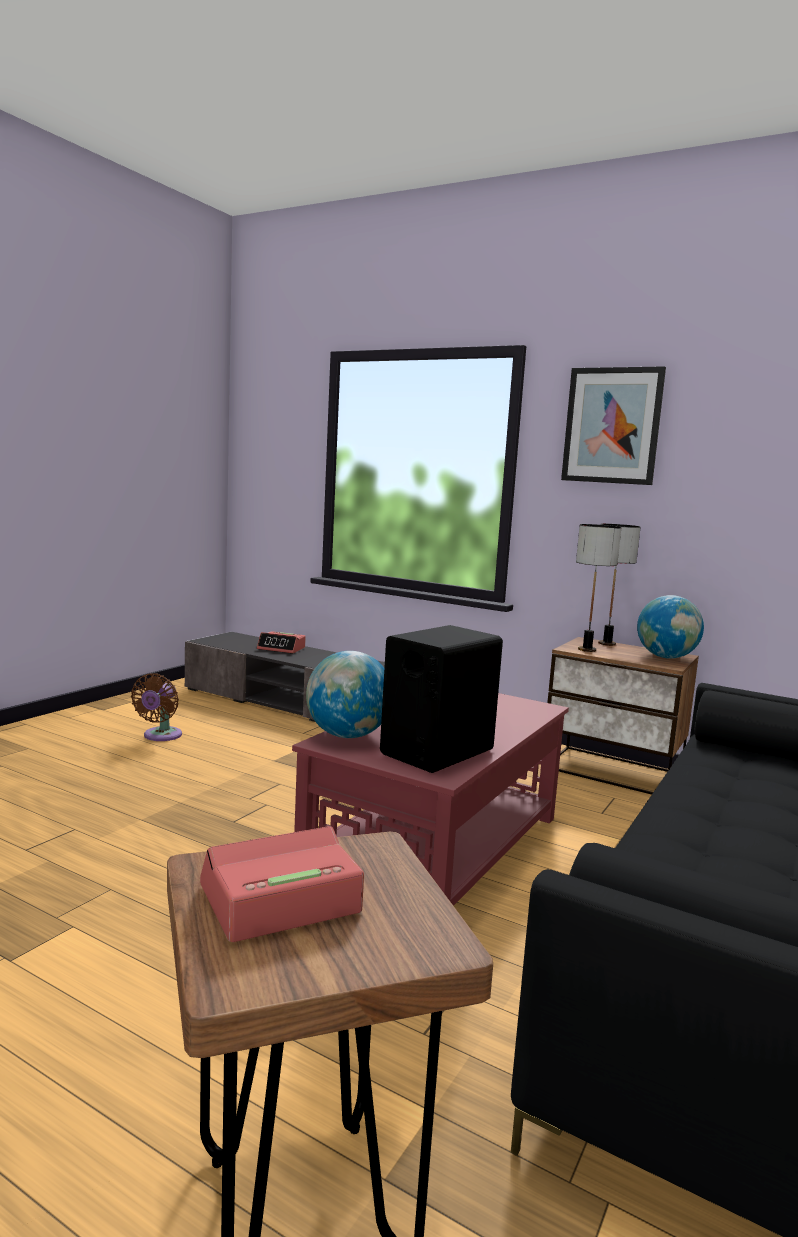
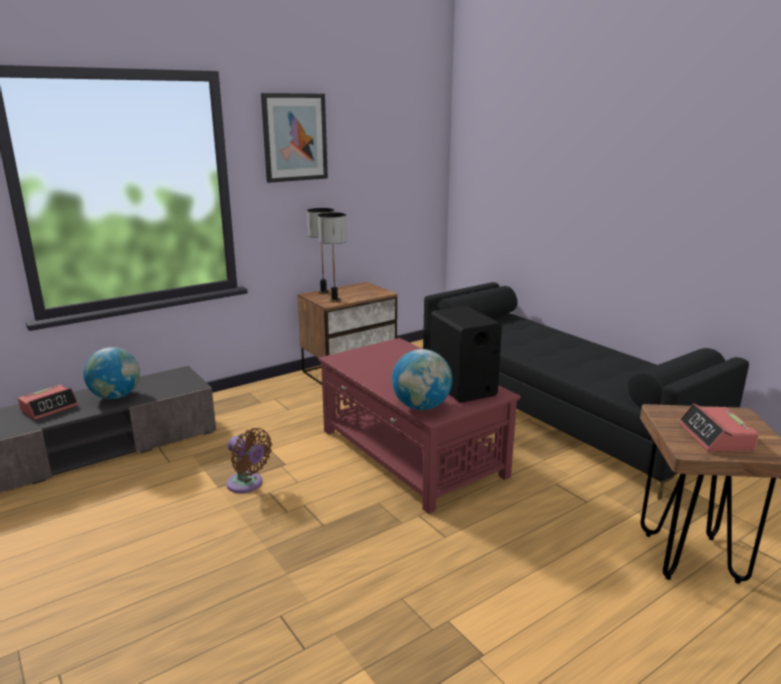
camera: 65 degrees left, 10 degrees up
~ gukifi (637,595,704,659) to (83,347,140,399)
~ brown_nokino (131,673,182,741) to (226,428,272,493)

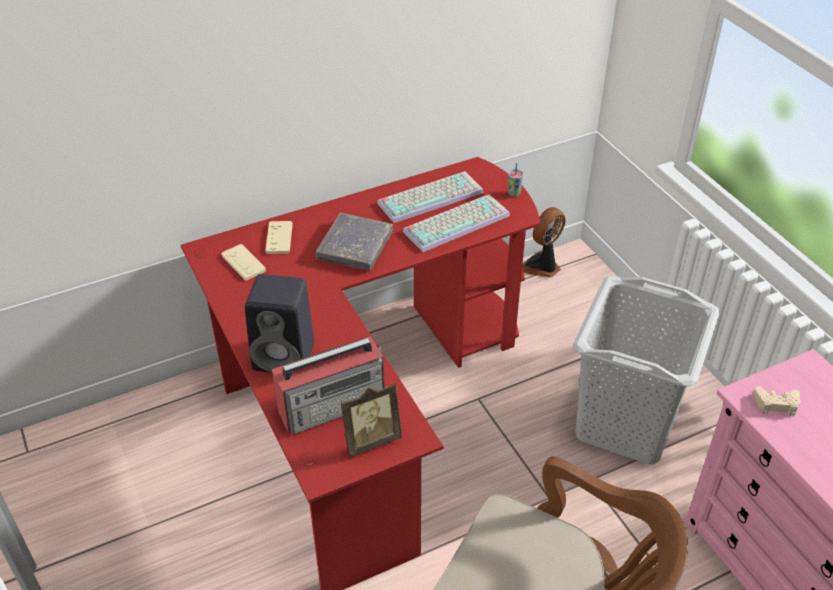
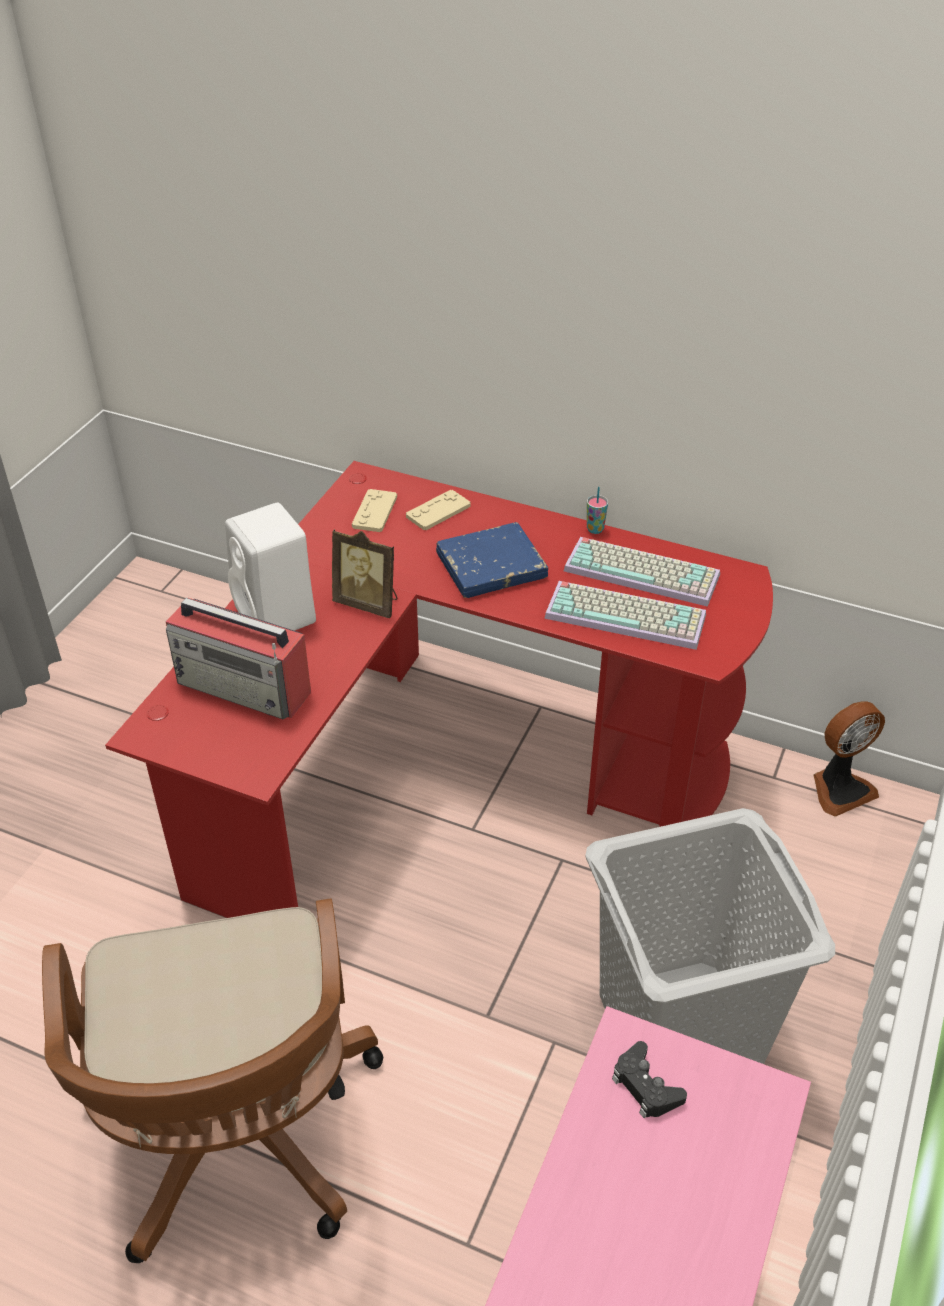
camera: 50 degrees right, 0 degrees up
~ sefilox (508,163,523,197) to (587,487,608,534)
~ nokino (522,207,566,277) = (814,701,885,817) 150 degrees clockwise
~ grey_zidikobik (316,213,393,271) to blue_zidikobik (436,522,548,598)
~ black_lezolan (245,274,314,373) to white_lezolan (225,503,316,631)
~ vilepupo (341,383,402,457) to (332,529,397,618)
~ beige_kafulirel (753,386,800,416) to black_kafulirel (612,1041,687,1118)

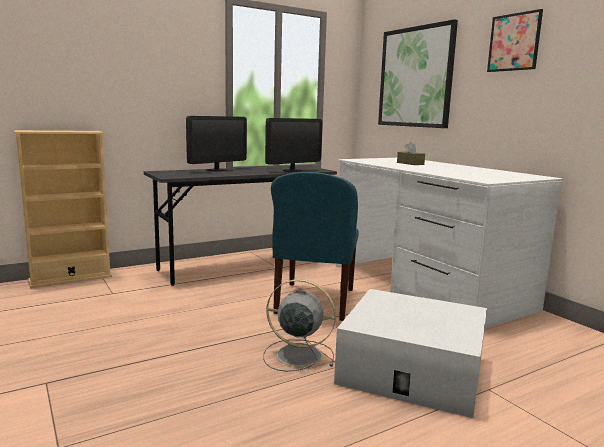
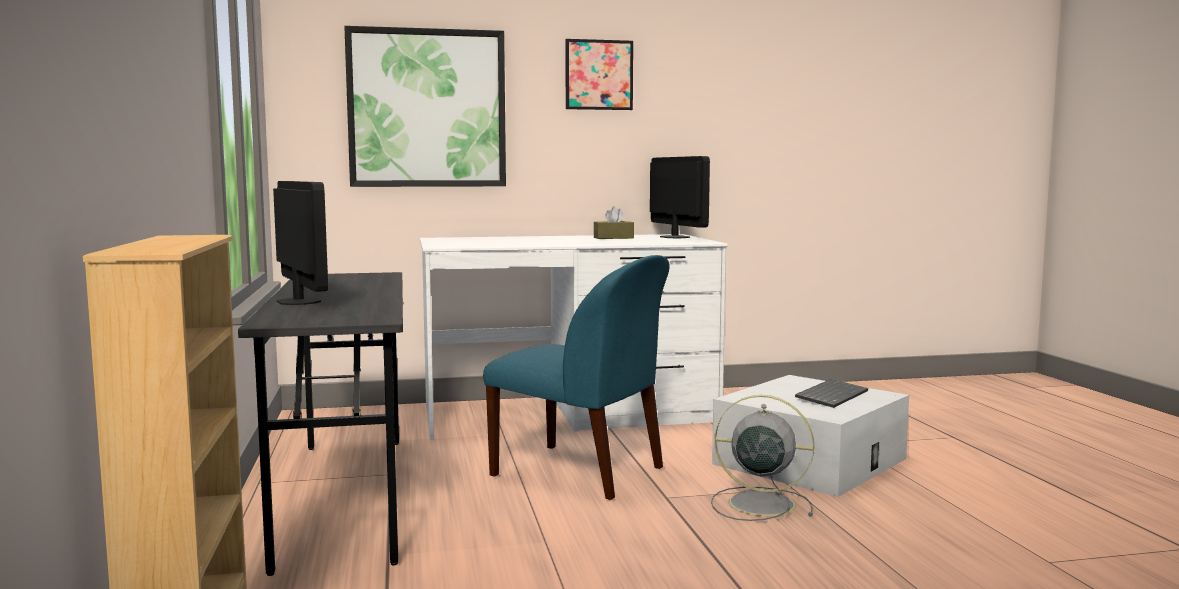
camera: 70 degrees left, 5 degrees down
~ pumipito (265,118,323,172) to (650,156,710,238)
~ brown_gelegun (397,142,425,165) to (594,206,634,239)
~ grey_nokino (263,279,336,372) = (711,395,814,521) 75 degrees clockwise
+ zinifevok (795,379,868,408)

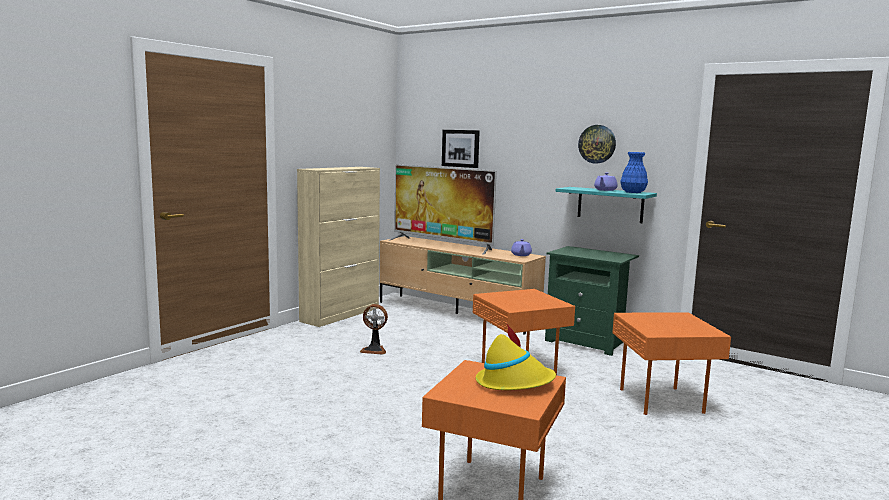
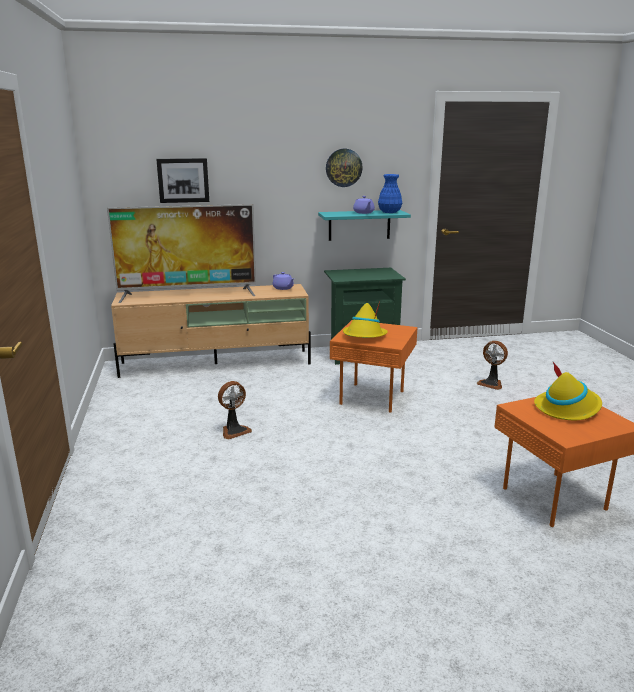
camera: 45 degrees left, 10 degrees up
- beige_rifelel (297,167,380,327)
~ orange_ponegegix (612,312,731,415) to nokino (477,341,508,390)
+ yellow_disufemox (343,301,388,338)

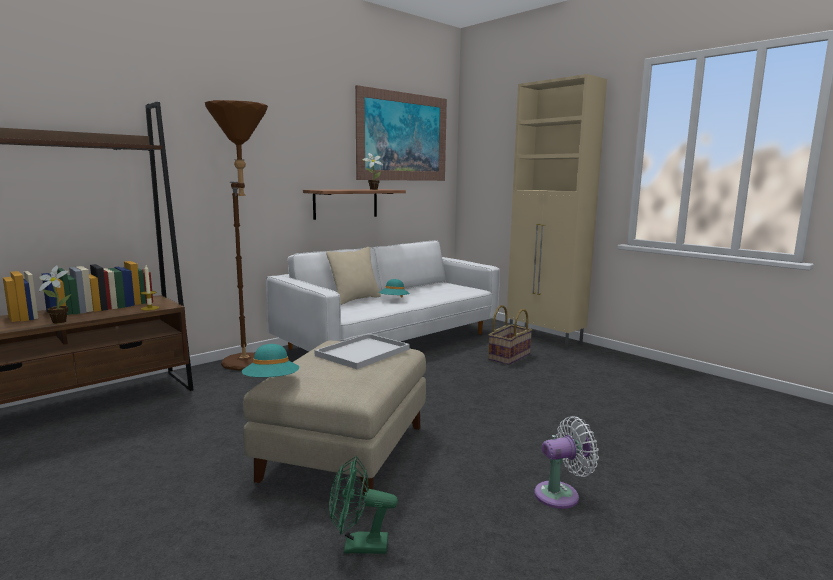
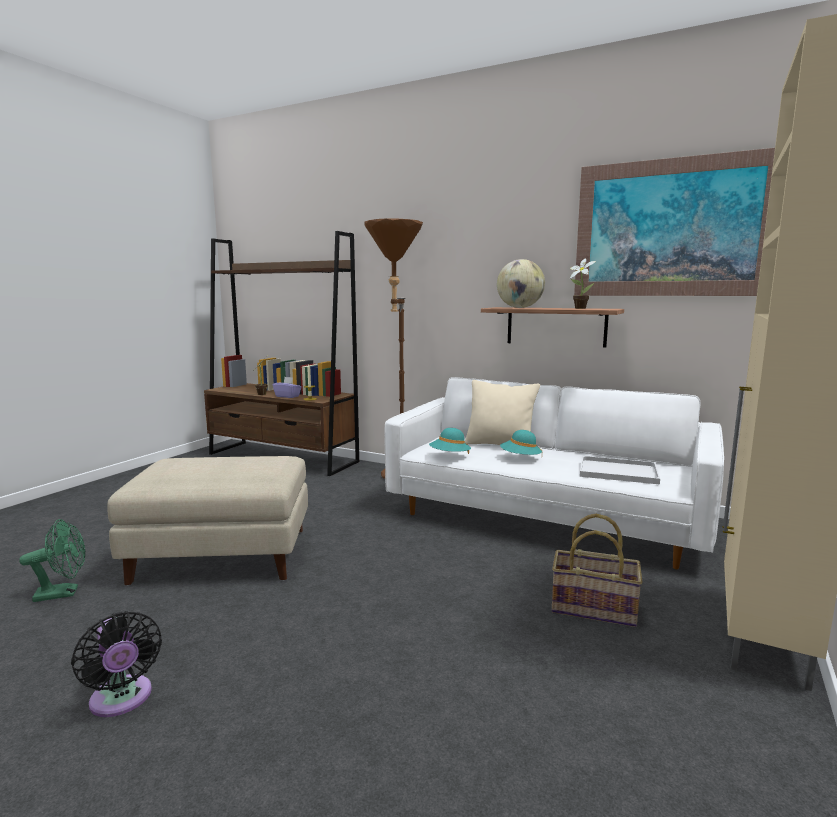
camera: 70 degrees right, 0 degrees up
~ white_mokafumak (315,333,410,369) to (580,456,660,484)
~ turquoise_disufemox (242,344,299,377) to (429,428,471,454)
~ white_nokino (534,416,599,509) to black_nokino (71,611,162,717)
~ green_nokino (329,456,398,554) = (19,519,85,602) 90 degrees clockwise
+ gukifi (497,259,545,308)
+ purple_gelegun (273,377,302,398)

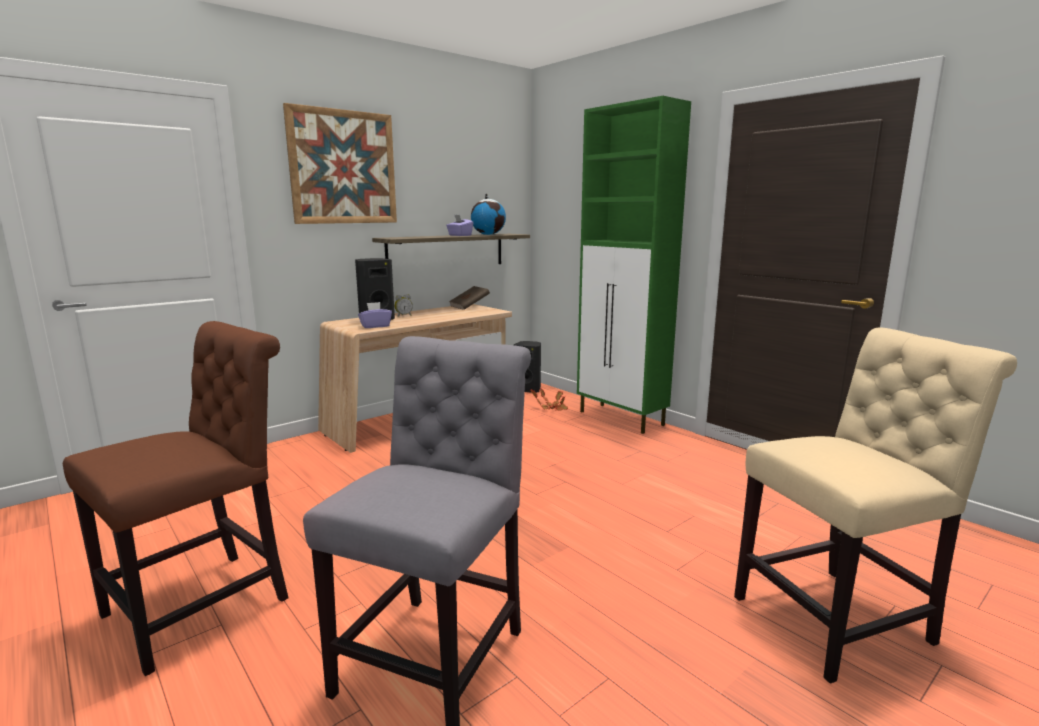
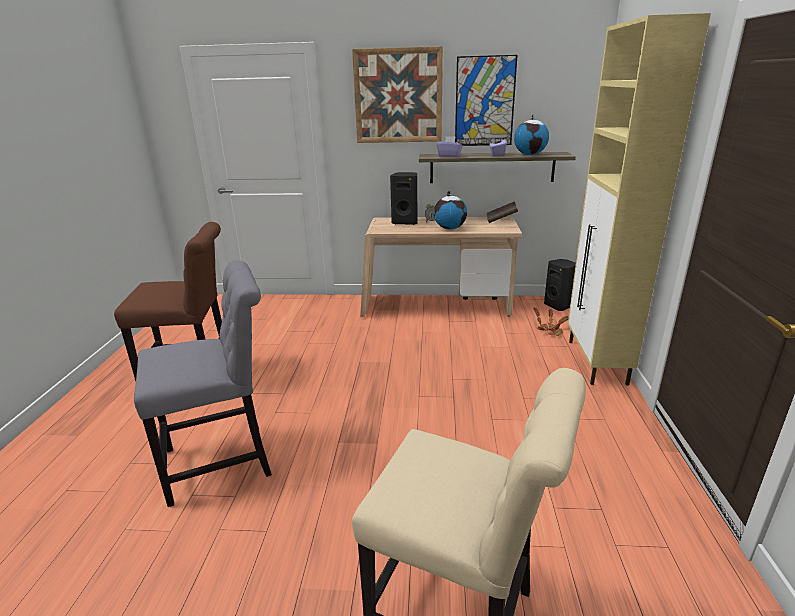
camera: 45 degrees right, 10 degrees up
~ green_rifelel (577,96,691,434) to beige_rifelel (568,13,711,385)
~ purple_gelegun (358,302,392,328) to (436,136,463,157)
+ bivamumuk (455,55,518,146)
+ gukifi (434,191,467,229)

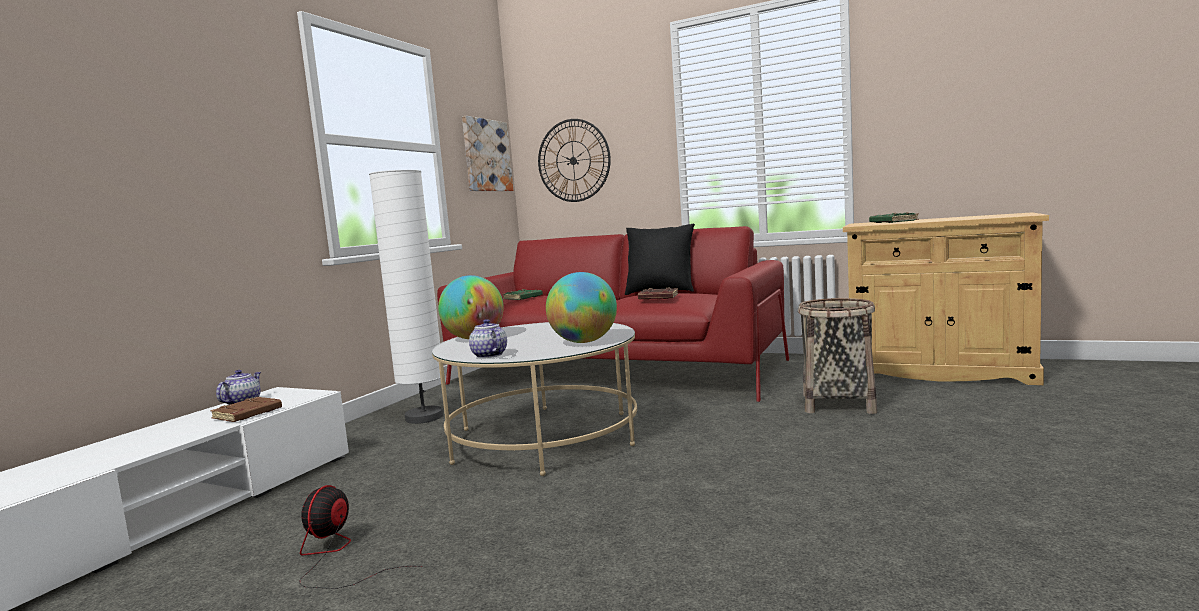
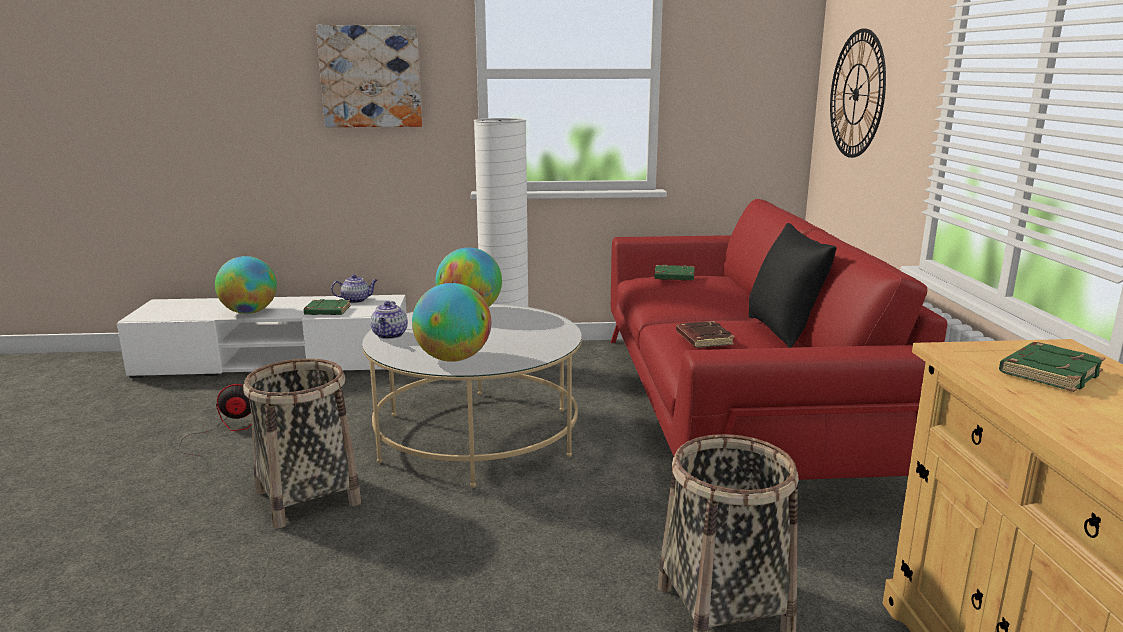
camera: 60 degrees right, 10 degrees up
~ bivamumuk (462,116,513,191) to (316,25,422,127)
~ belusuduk (469,319,507,358) = (370,301,408,339) 150 degrees clockwise
~ brown_zidikobik (210,397,282,422) to green_zidikobik (304,299,351,315)
+ gukifi (215,256,277,314)
+ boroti (243,358,361,528)

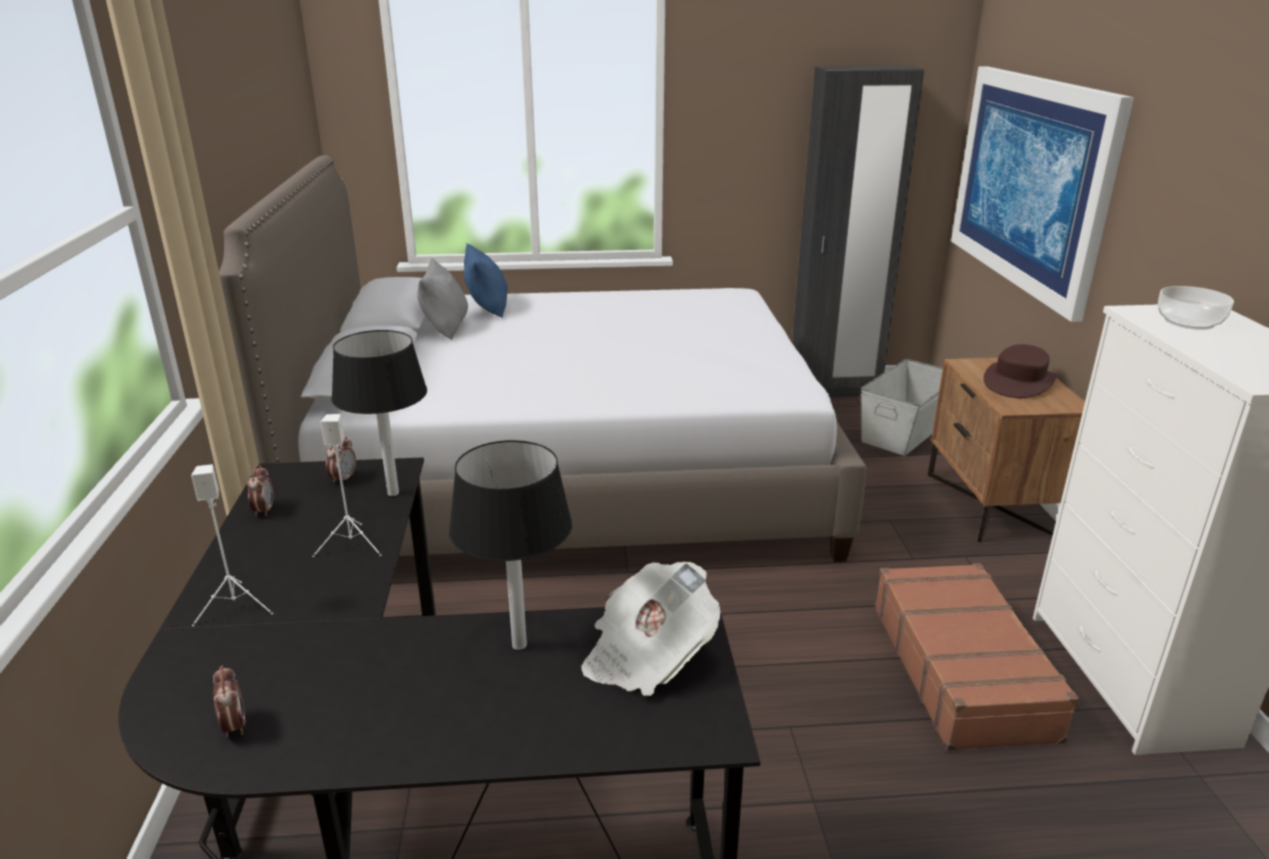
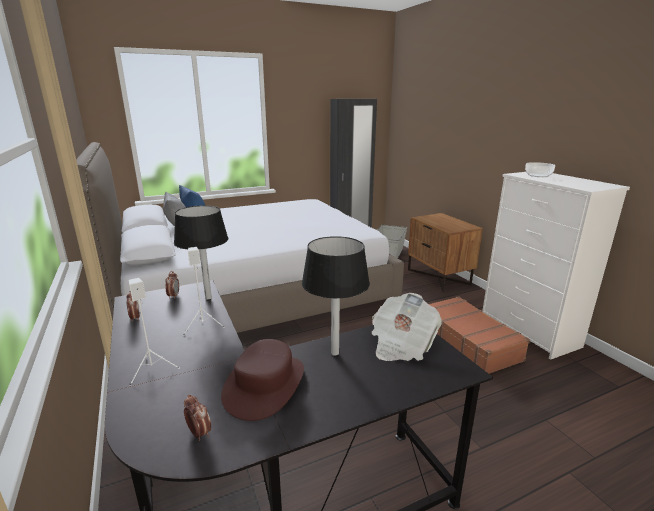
camera: 20 degrees left, 5 degrees down
- bivamumuk (951,66,1134,322)
~ brown_disufemox (983,344,1056,398) to (221,339,304,421)

